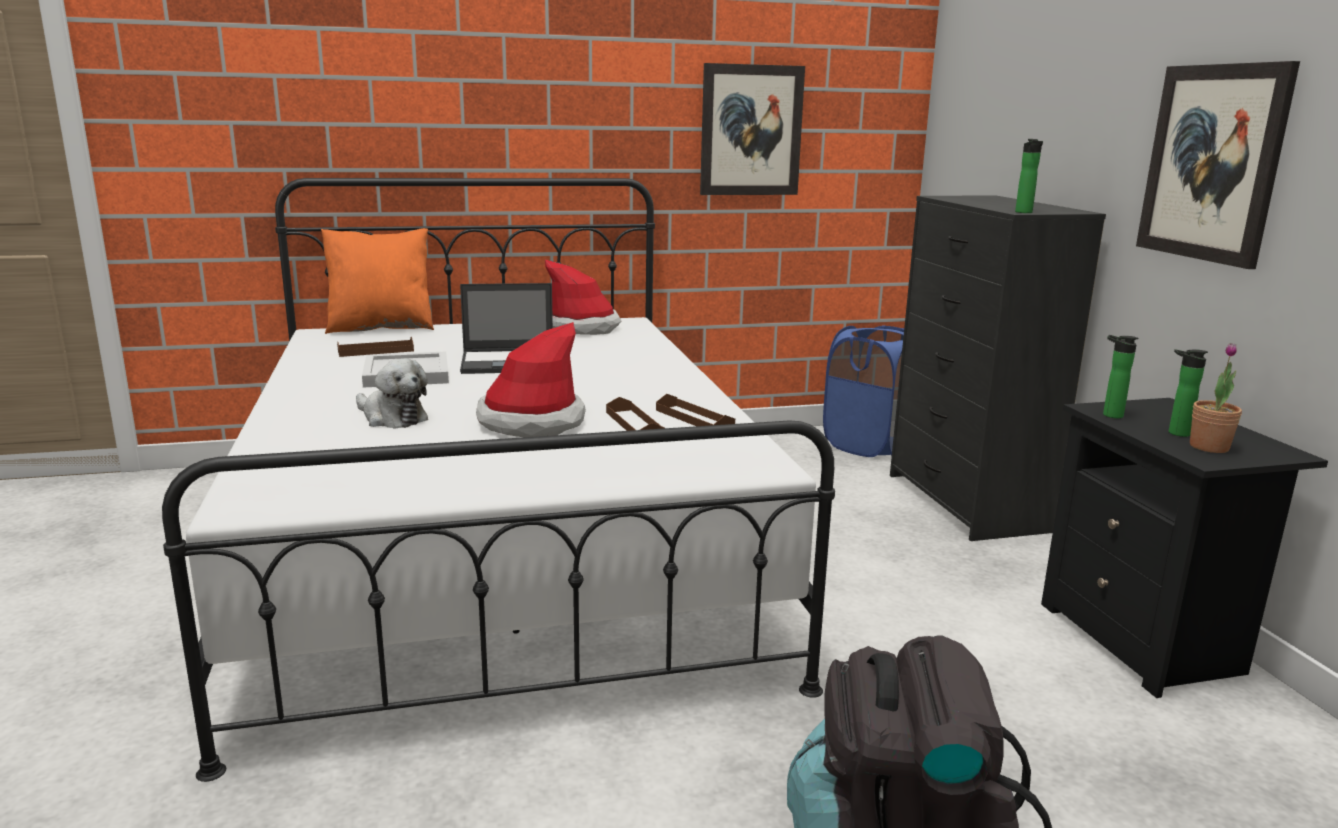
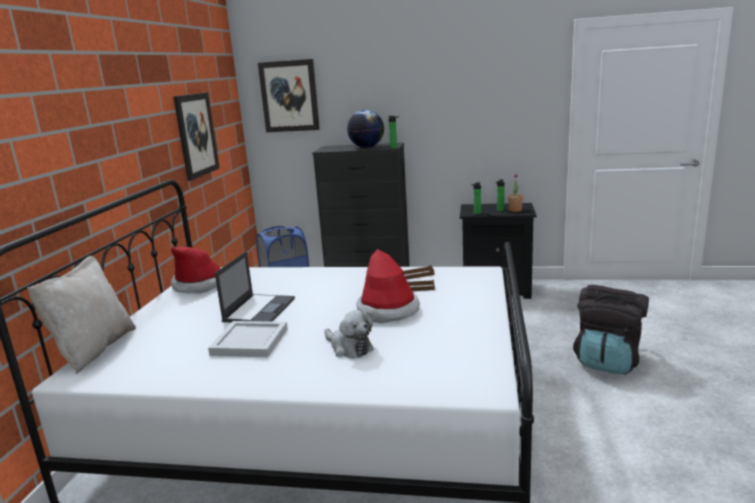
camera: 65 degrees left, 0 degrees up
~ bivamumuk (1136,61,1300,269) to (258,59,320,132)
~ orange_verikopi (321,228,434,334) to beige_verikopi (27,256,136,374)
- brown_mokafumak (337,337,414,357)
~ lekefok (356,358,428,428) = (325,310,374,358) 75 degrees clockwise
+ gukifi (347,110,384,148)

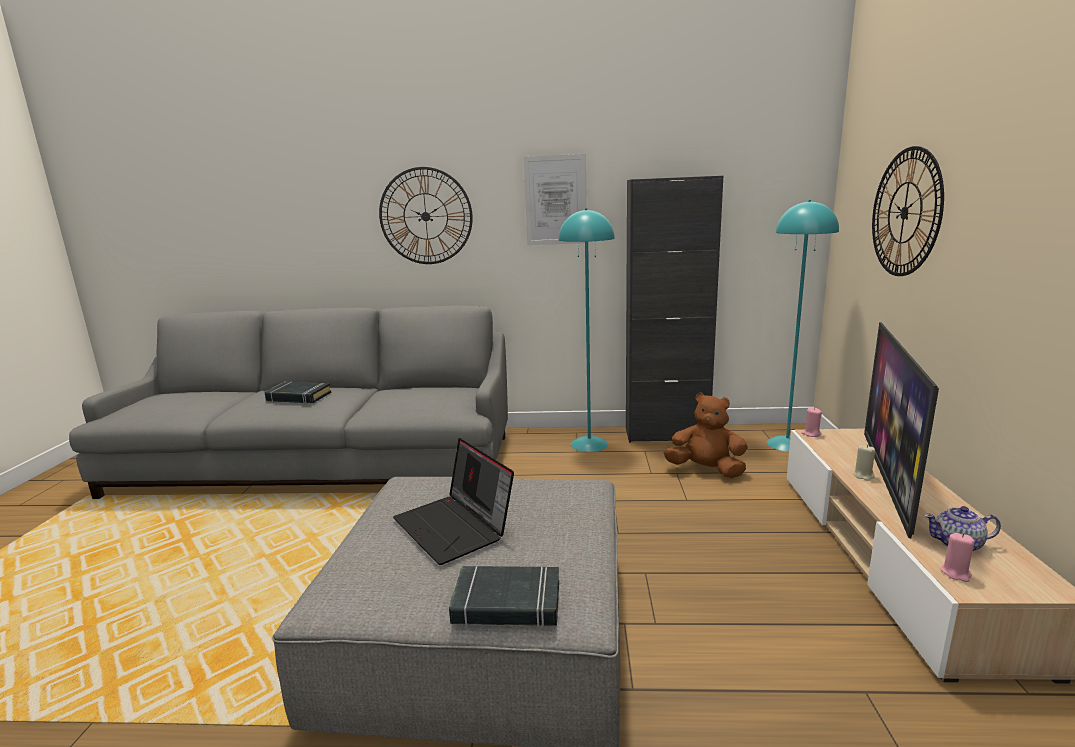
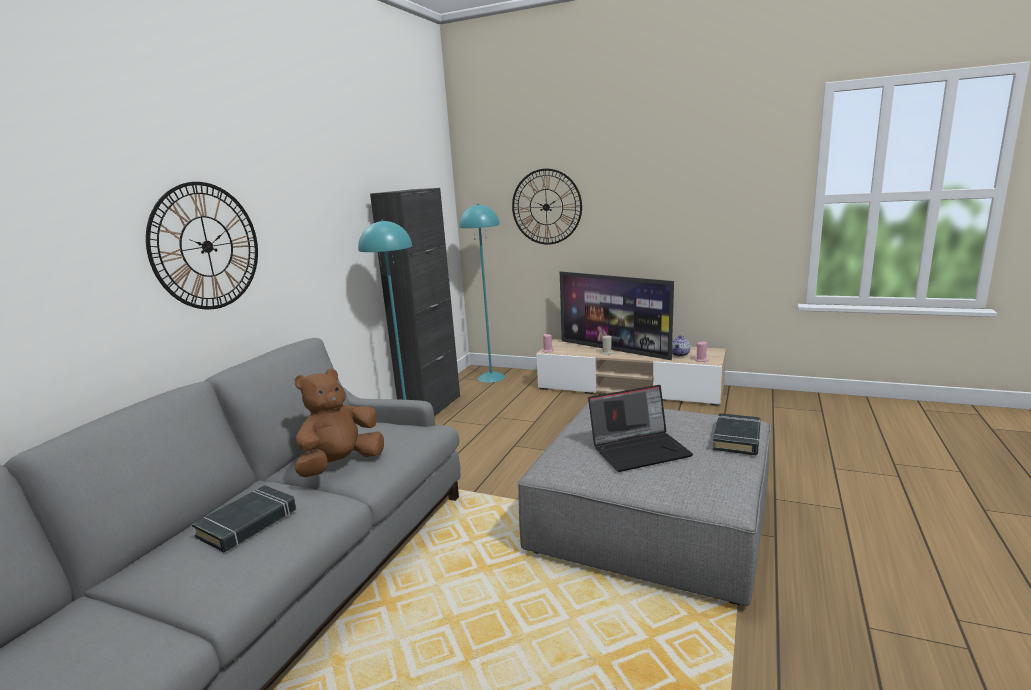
camera: 70 degrees left, 0 degrees up
- bivamumuk (524,154,587,245)
~ brown_lekefok (664,393,748,478) to (295,369,384,477)

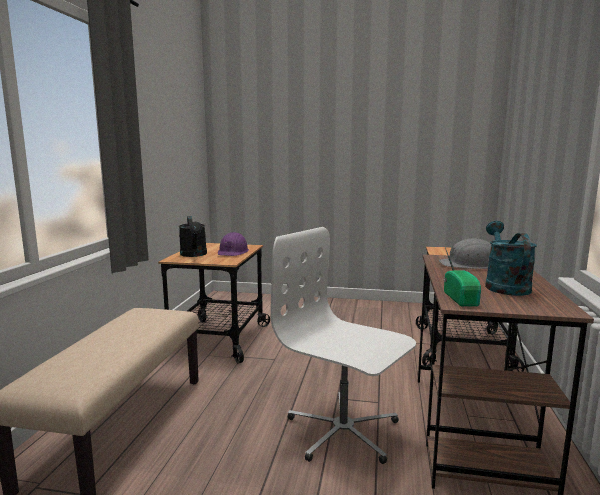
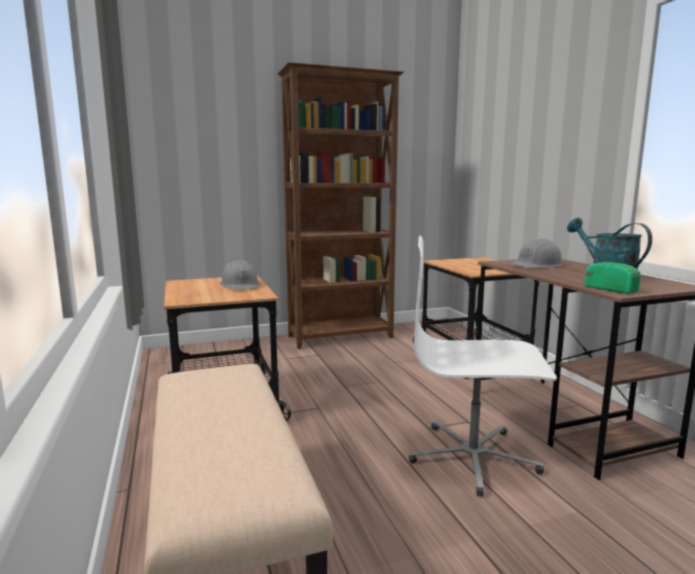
camera: 30 degrees left, 0 degrees up
- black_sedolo (179,216,207,257)
~ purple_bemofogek (218,232,249,256) to grey_bemofogek (220,260,260,290)
+ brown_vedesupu (277,62,404,349)

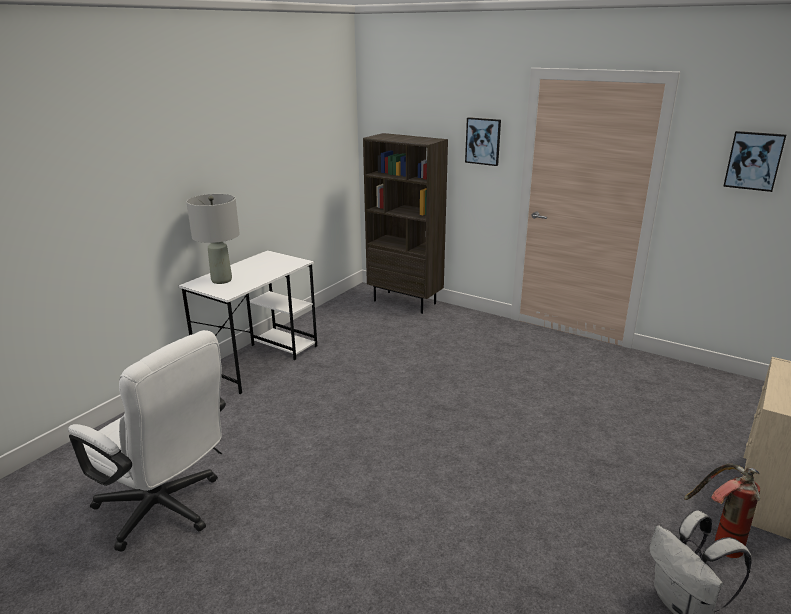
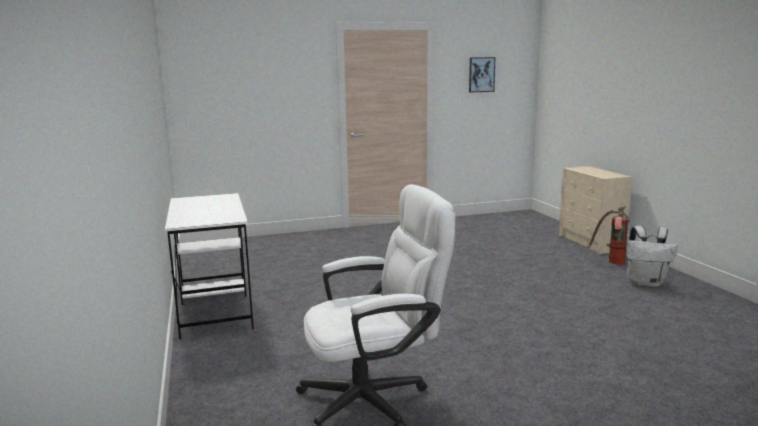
camera: 50 degrees left, 10 degrees down
- bivamumuk (465,117,501,166)
- brown_vedesupu (363,133,448,314)
- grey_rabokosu (186,194,240,284)

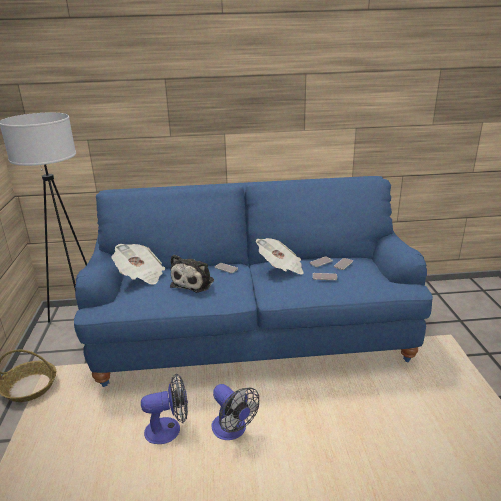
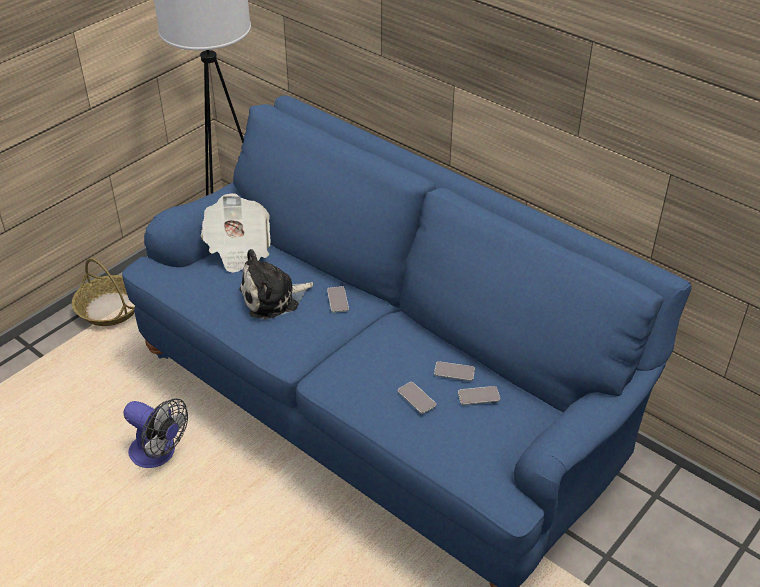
camera: 45 degrees right, 15 degrees up
- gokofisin (256,238,303,274)
- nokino (211,384,259,440)

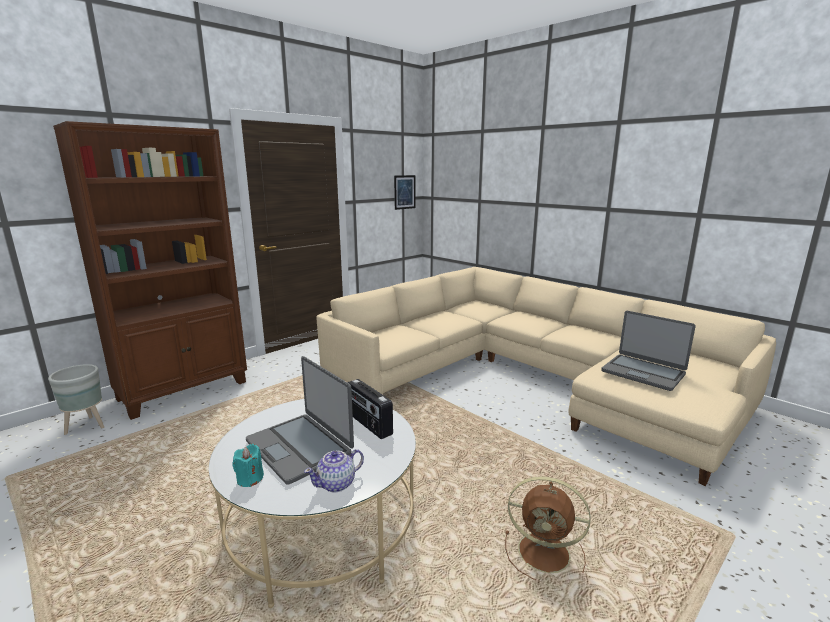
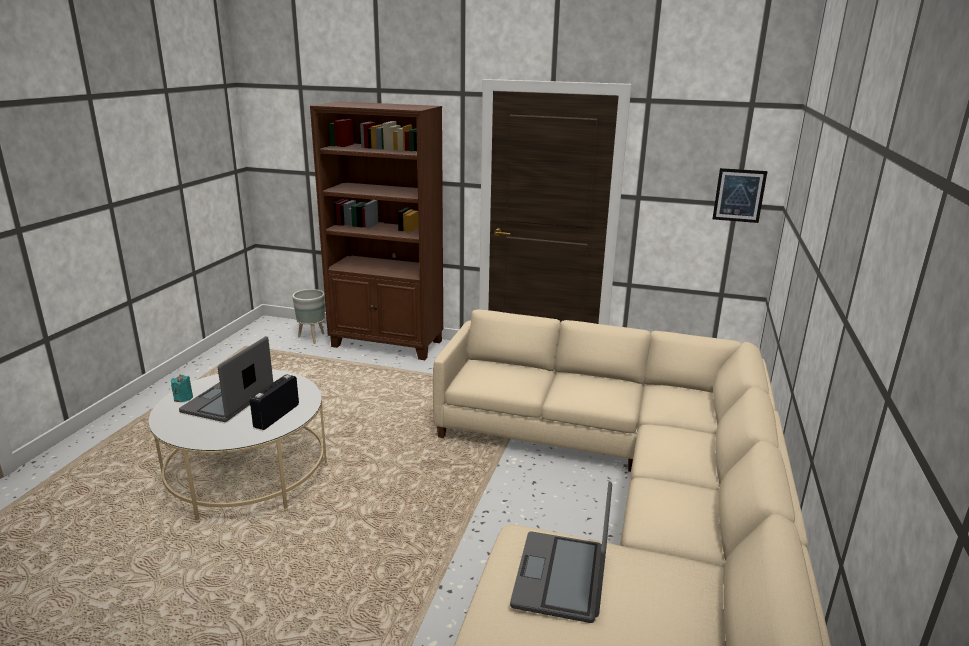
camera: 60 degrees right, 5 degrees up
- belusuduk (304,449,364,492)
- brown_nokino (505,476,591,580)

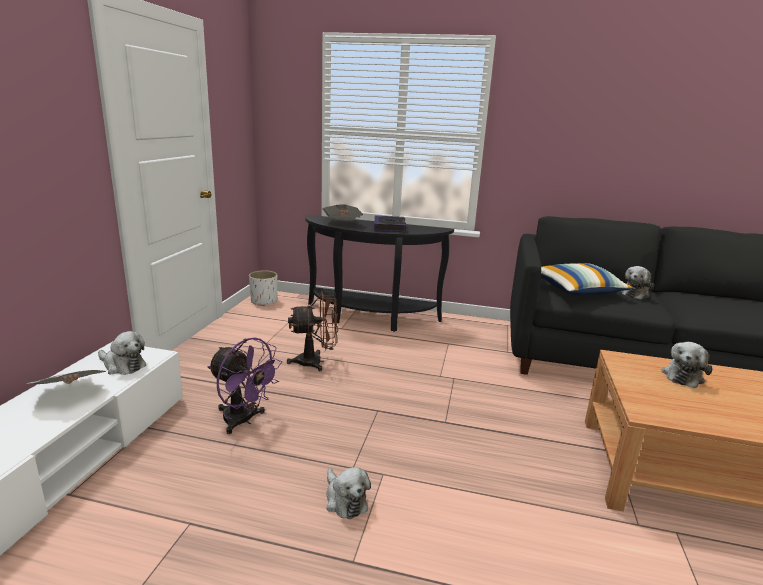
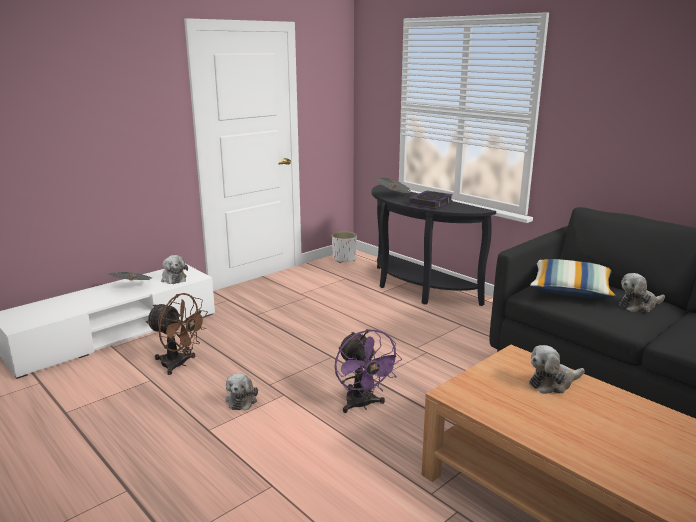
camera: 35 degrees right, 0 degrees up
~ brown_nokino (287,291,338,371) to (145,293,208,375)
~ purple_nokino (207,338,282,434) to (335,329,402,413)

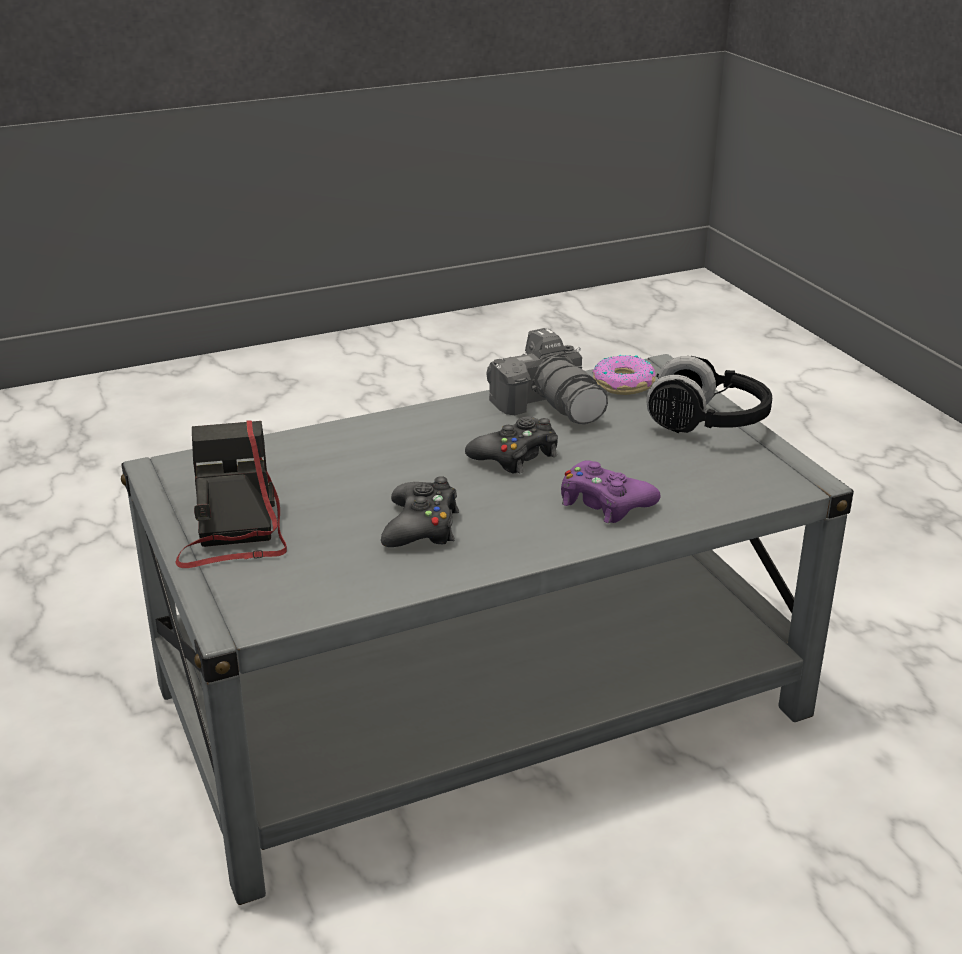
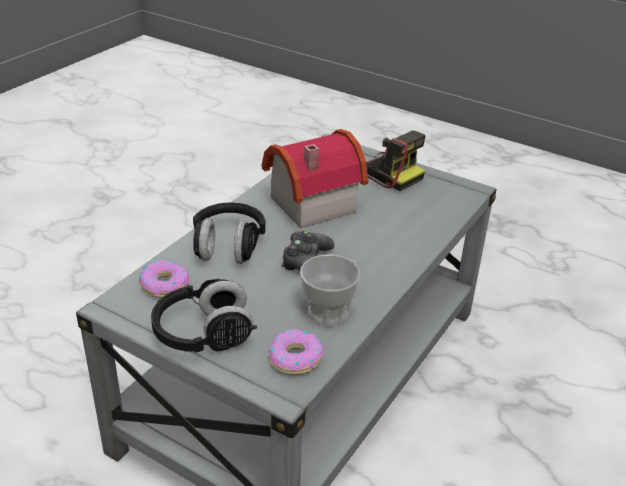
camera: 145 degrees right, 5 degrees up
~ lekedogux (486,328,608,425) to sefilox (300,255,361,326)
~ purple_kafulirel (561,460,660,523) to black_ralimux (193,202,266,264)
~ black_kafulirel (381,476,459,547) to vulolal (262,129,368,228)
+ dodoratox (139,260,190,298)

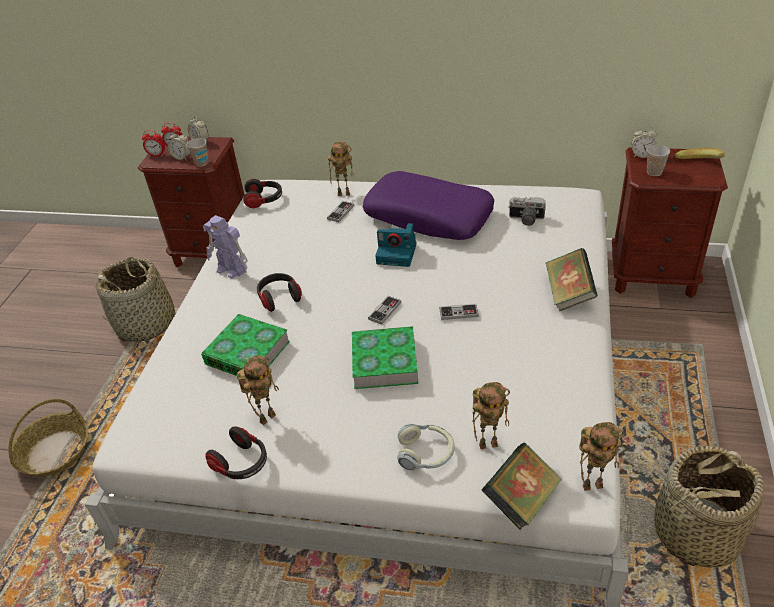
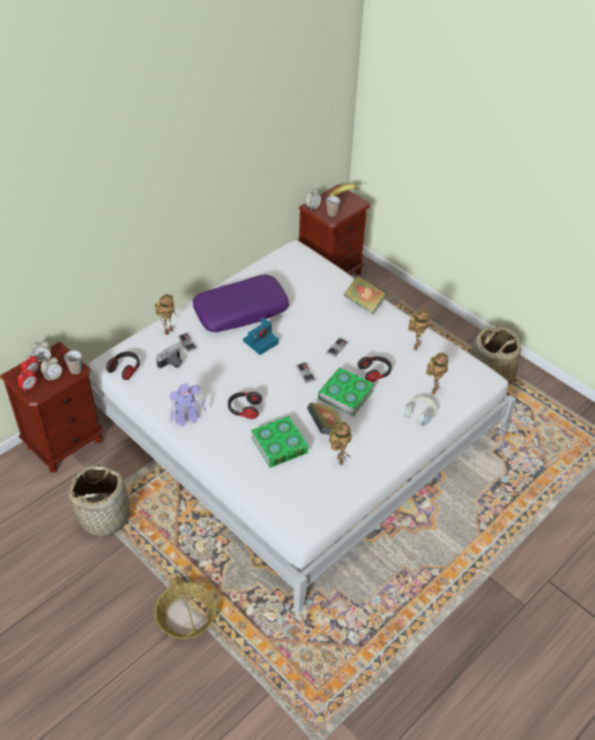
camera: 60 degrees left, 5 degrees up
~ lekedogux (508,197,546,226) to (156,344,182,369)
~ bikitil (579,422,624,491) to (408,309,429,350)
~ ralimux (206,426,267,479) to (358,356,392,382)
~ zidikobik (482,443,562,530) to (307,403,342,435)

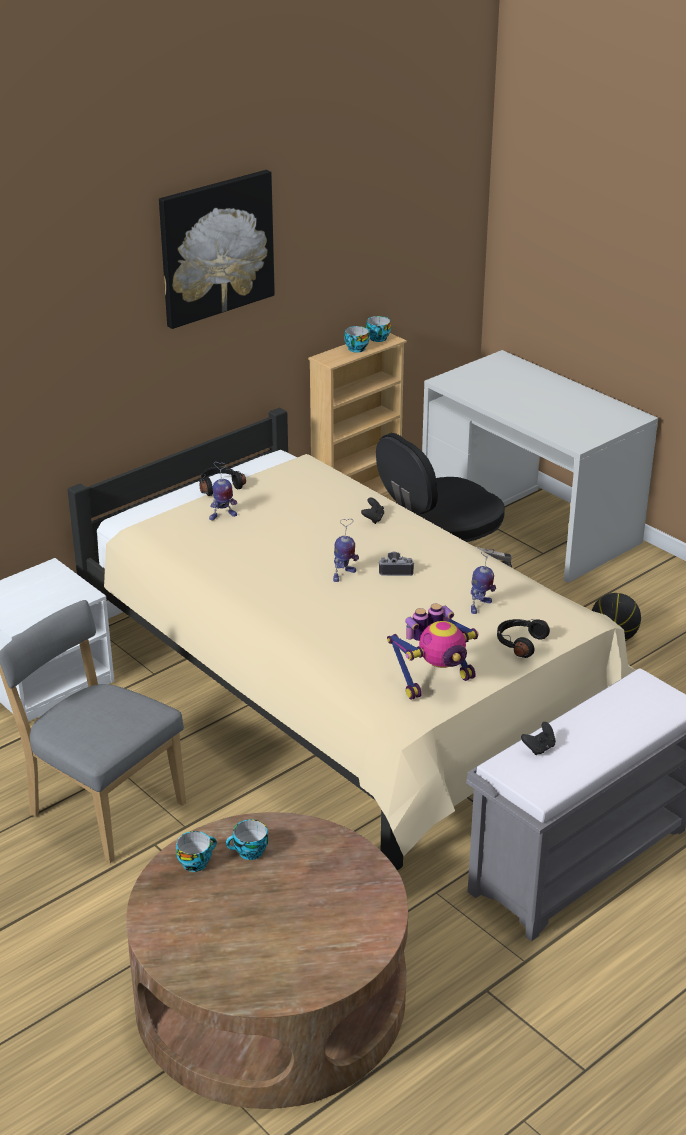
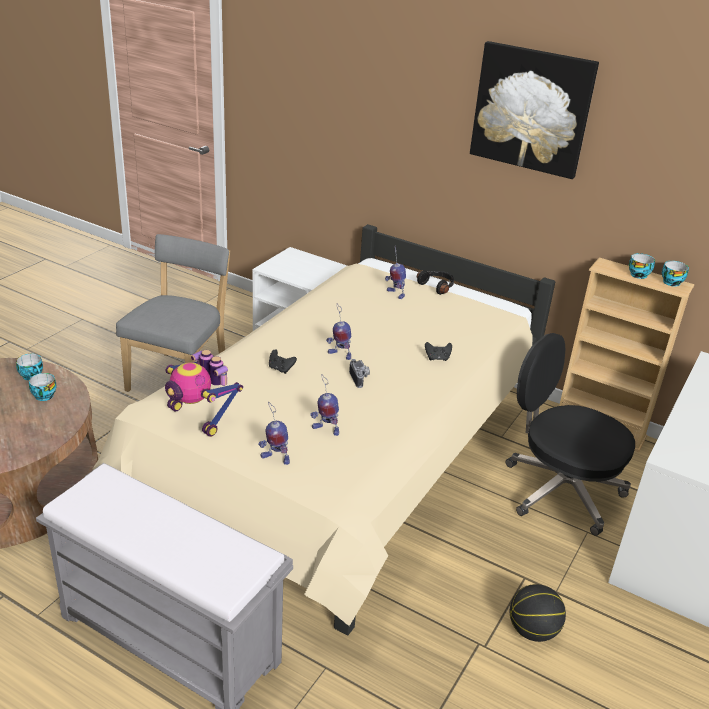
camera: 70 degrees right, 0 degrees up
~ black_ralimux (497,619,550,658) to bikitil (258,402,290,465)
~ black_kafulirel (521,722,556,755) to (269,349,297,374)

